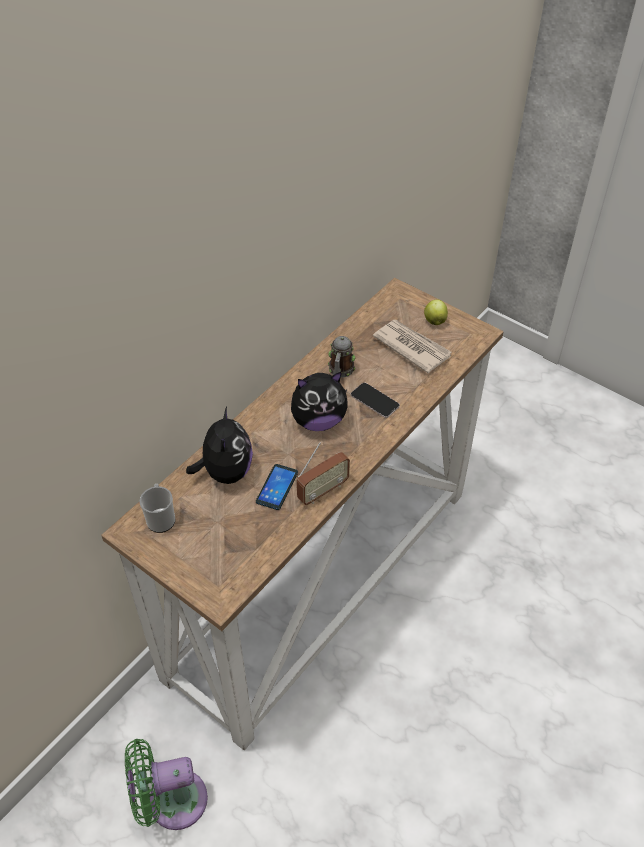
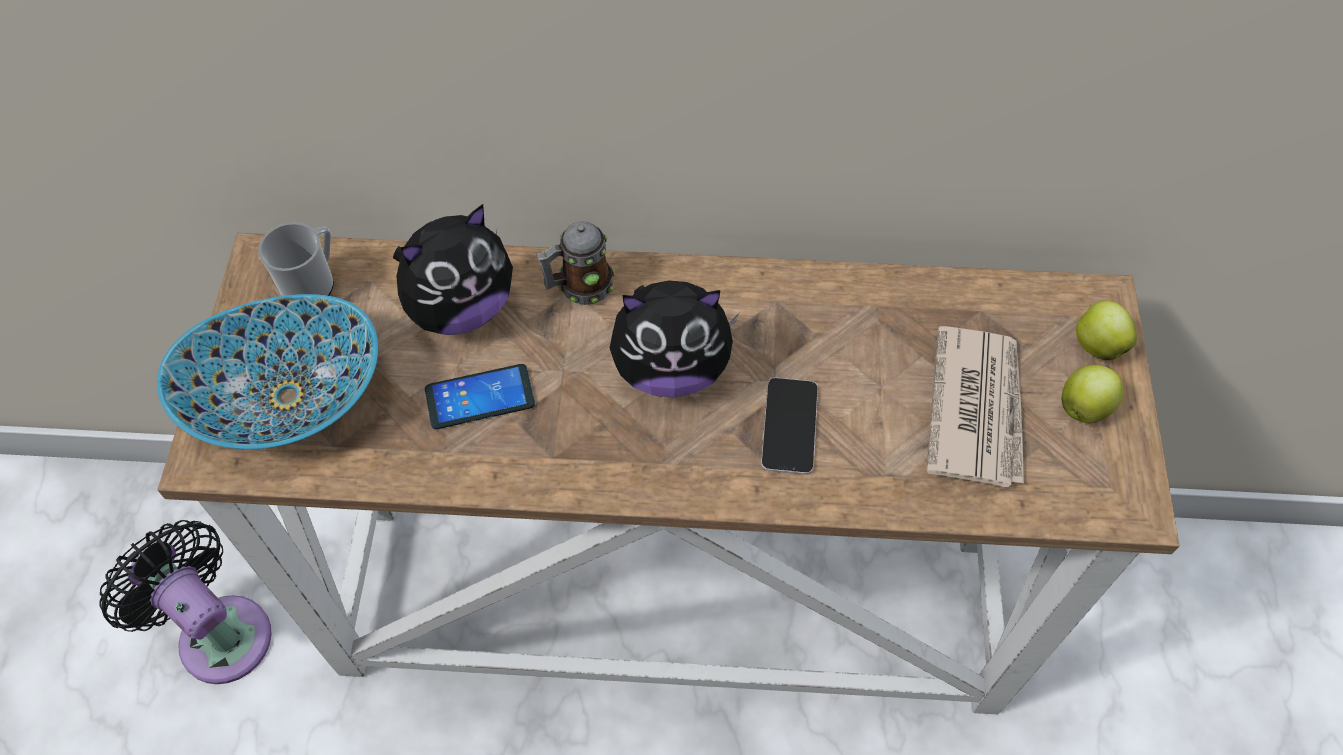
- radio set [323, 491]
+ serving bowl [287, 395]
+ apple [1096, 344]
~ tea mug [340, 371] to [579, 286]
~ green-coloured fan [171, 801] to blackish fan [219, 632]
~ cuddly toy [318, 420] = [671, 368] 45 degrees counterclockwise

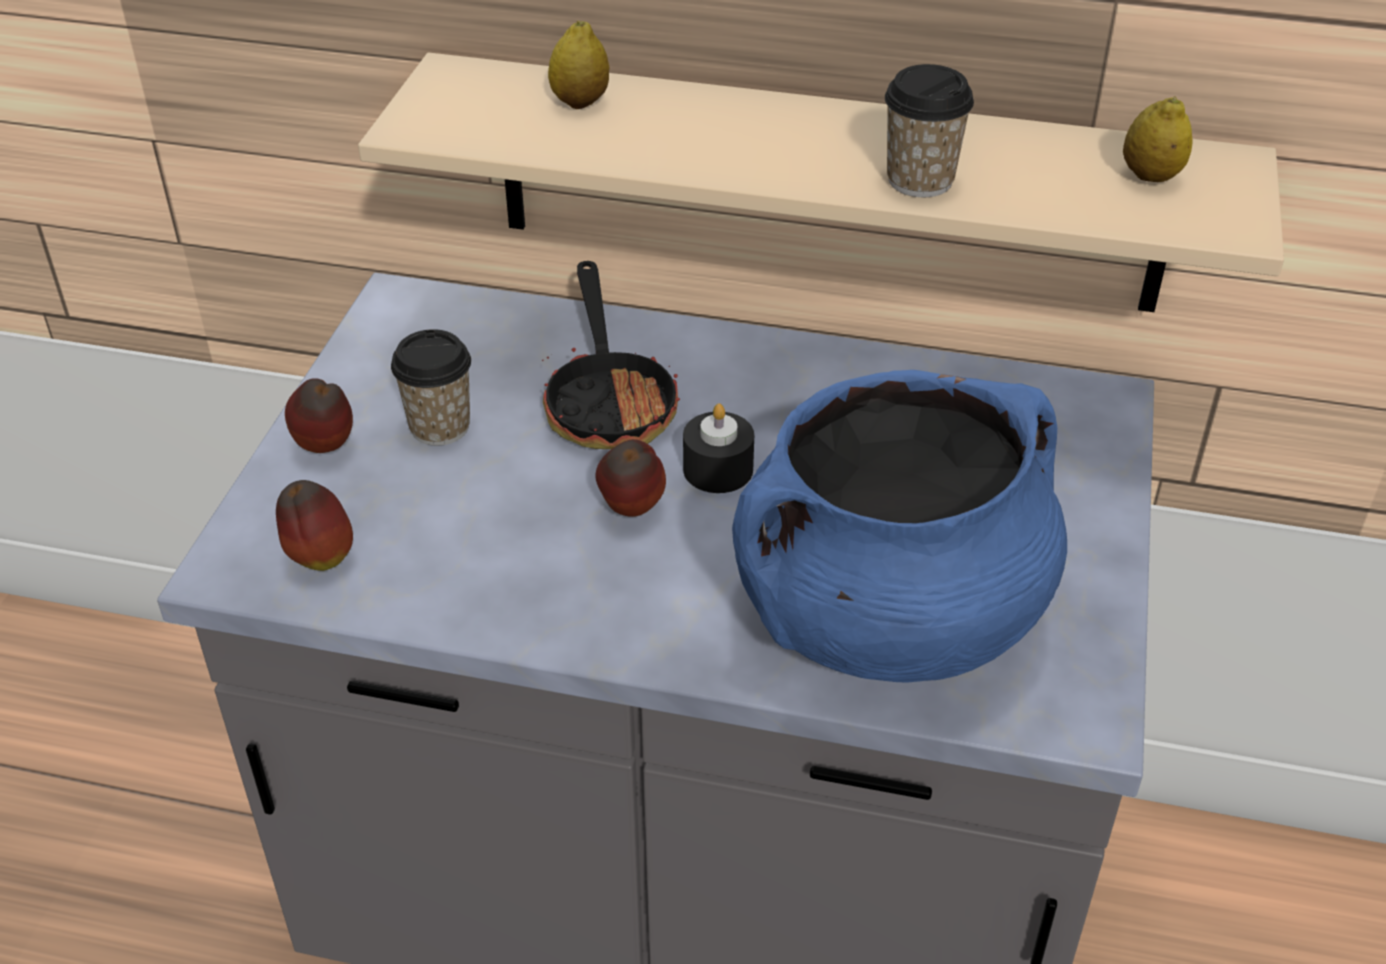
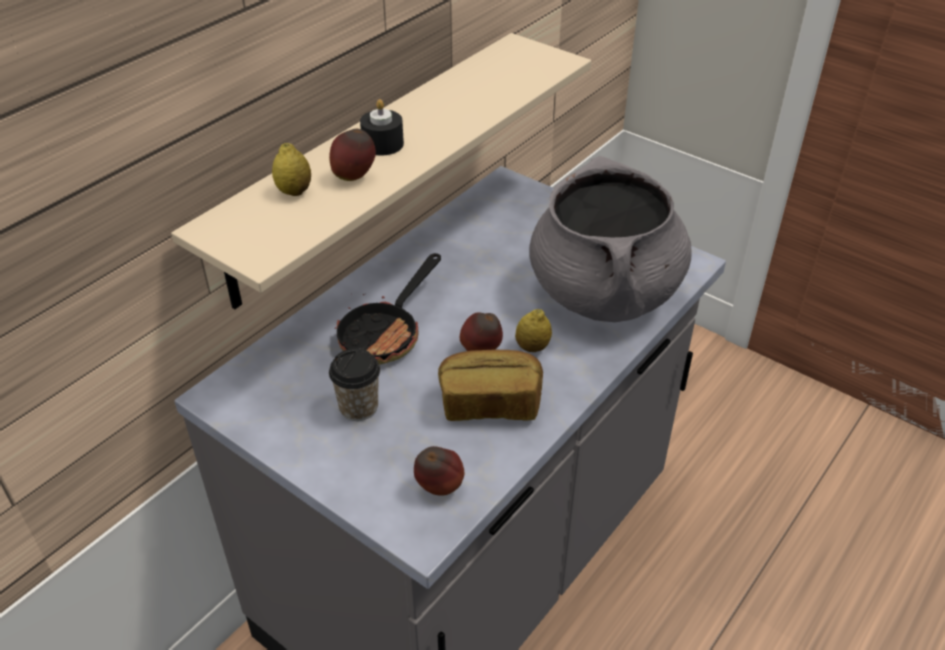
- cup [920, 180]
+ bakery bread [490, 403]
~ apple [326, 448] to [354, 177]
~ blackish wax candle [718, 469] to [382, 144]
~ lemon [1150, 177] to [532, 347]
~ blue-coloured cooking pot [887, 616] to greyish cooking pot [604, 293]
~ pan [609, 400] = [387, 333] 105 degrees clockwise

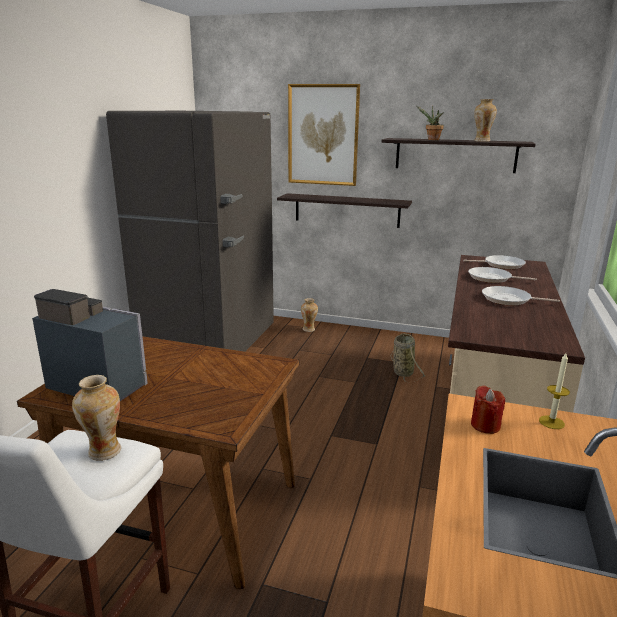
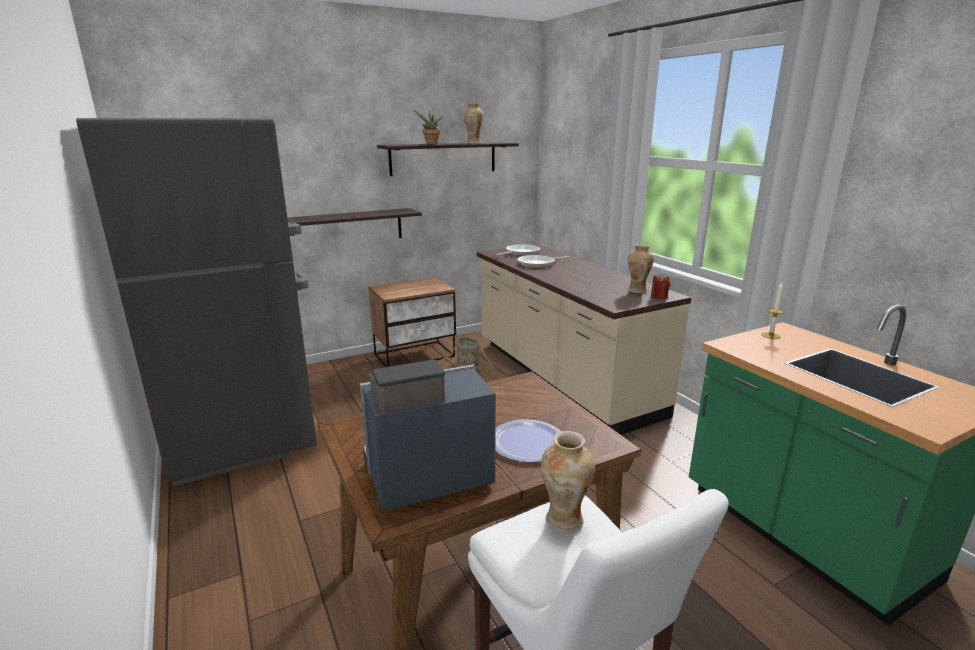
- picture [323, 135]
- pan [509, 300]
+ nightstand [416, 355]
+ plate [527, 442]
~ flower vase [309, 329] to [637, 290]
~ red-coloured wax candle [485, 425] to [659, 296]

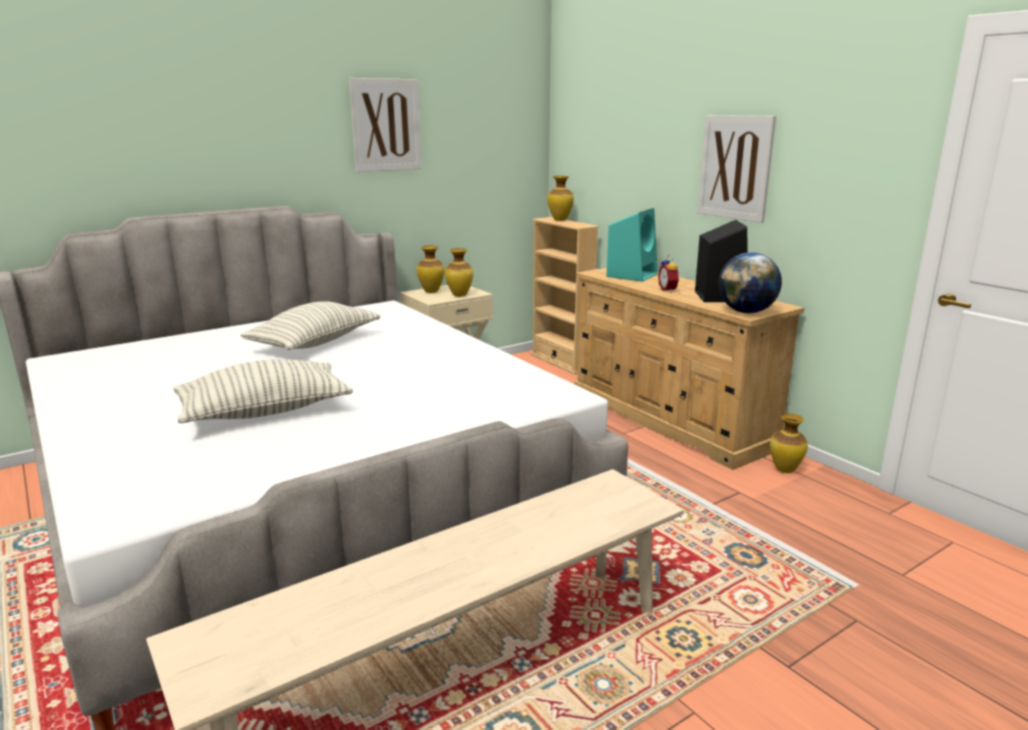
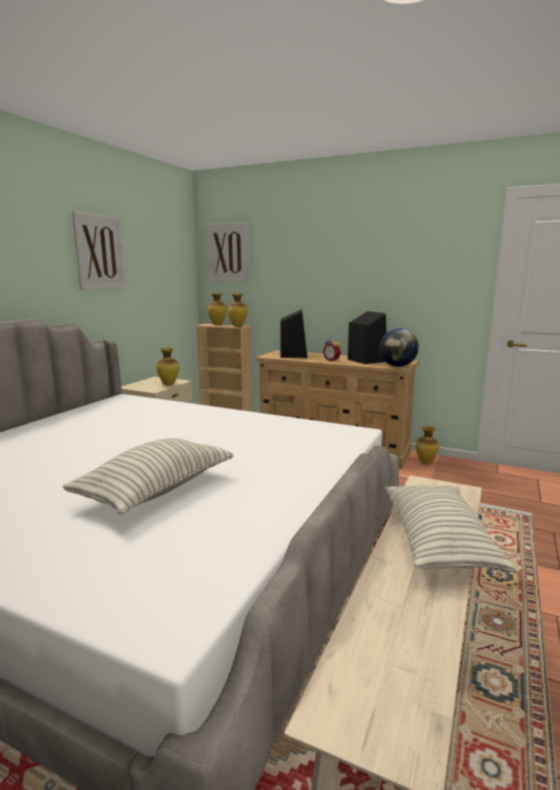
~ cushion [315, 343] to [437, 542]
~ flower vase [431, 291] to [237, 326]
~ picture [735, 167] to [228, 253]
~ turquoise speaker [632, 275] to blackish speaker [293, 355]

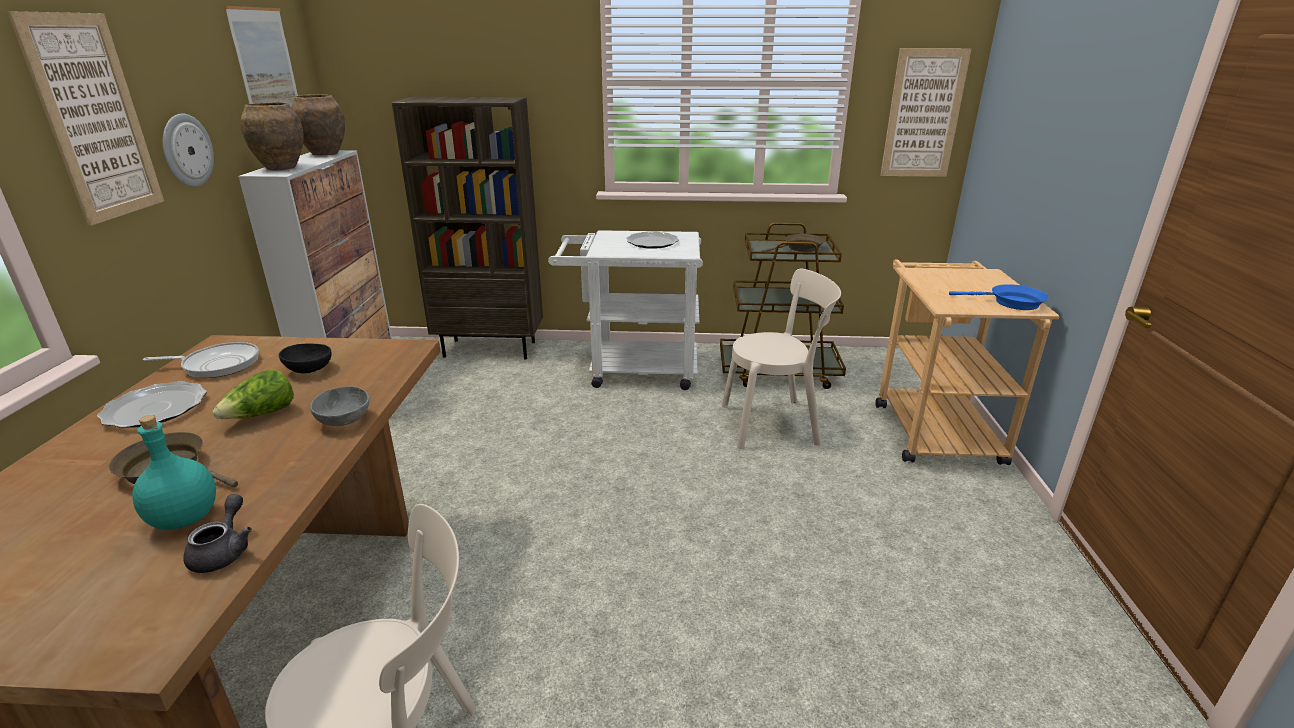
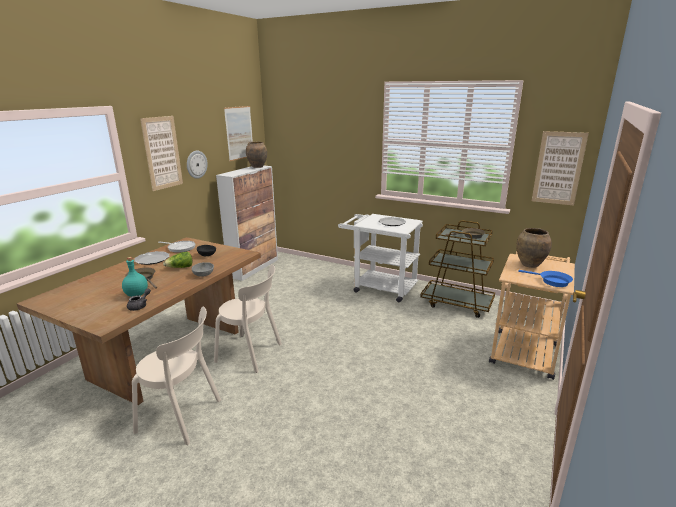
- brown-coloured shelving unit [491, 349]
~ brown-coloured flower vase [281, 168] to [529, 264]
~ beige chair [774, 424] to [251, 353]

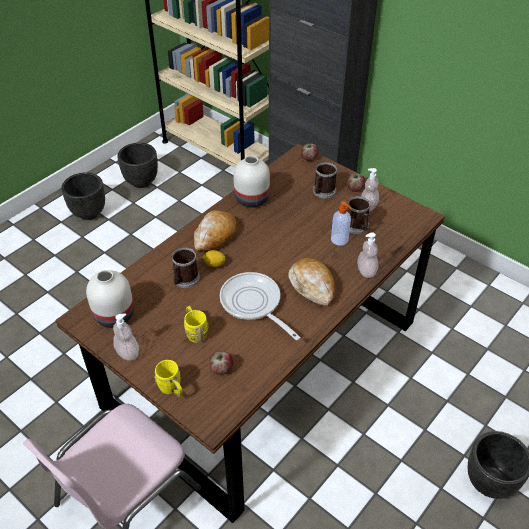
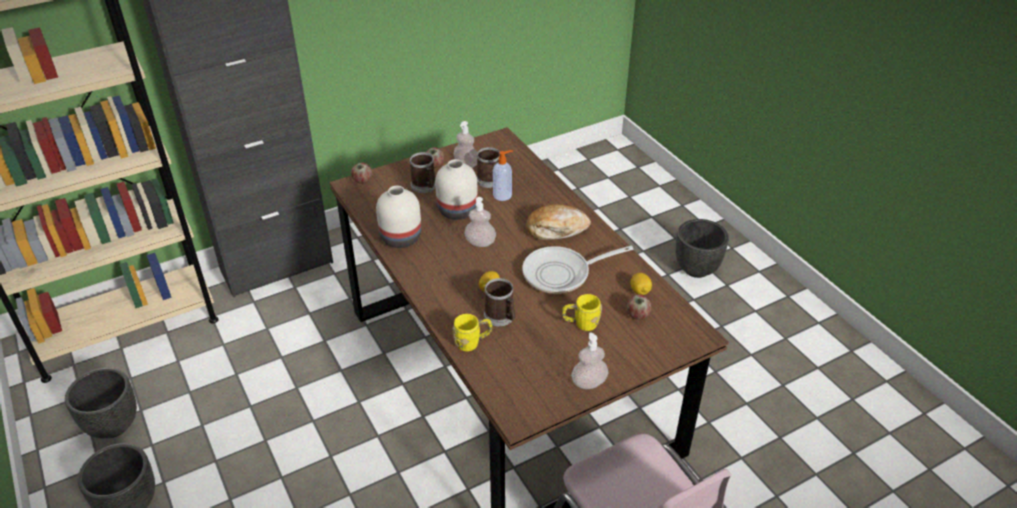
- bakery bread [215, 236]
+ lemon [640, 291]
~ white flower vase [113, 315] to [457, 211]
~ yellowish tea mug [172, 389] to [472, 342]
~ liquid soap bottle [366, 271] to [480, 242]

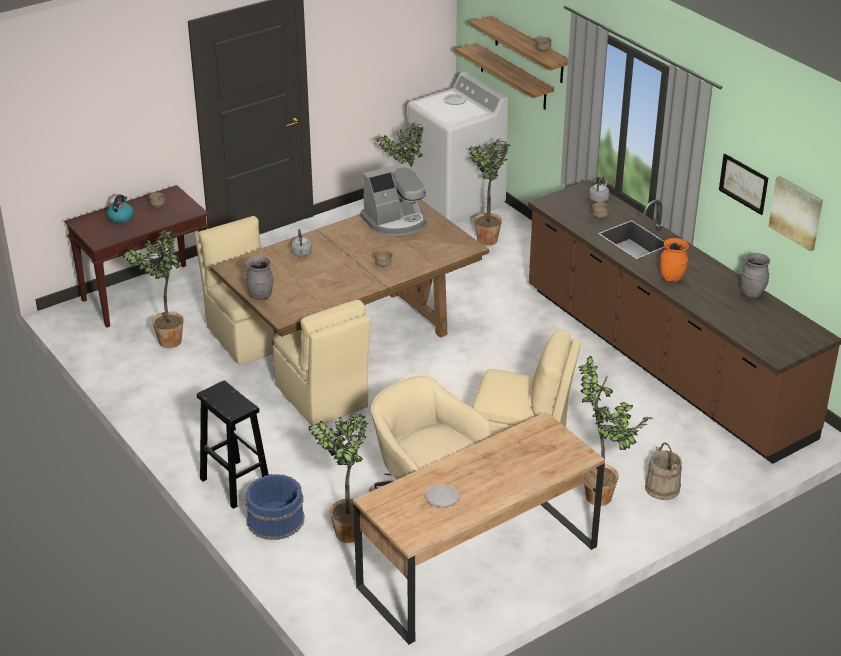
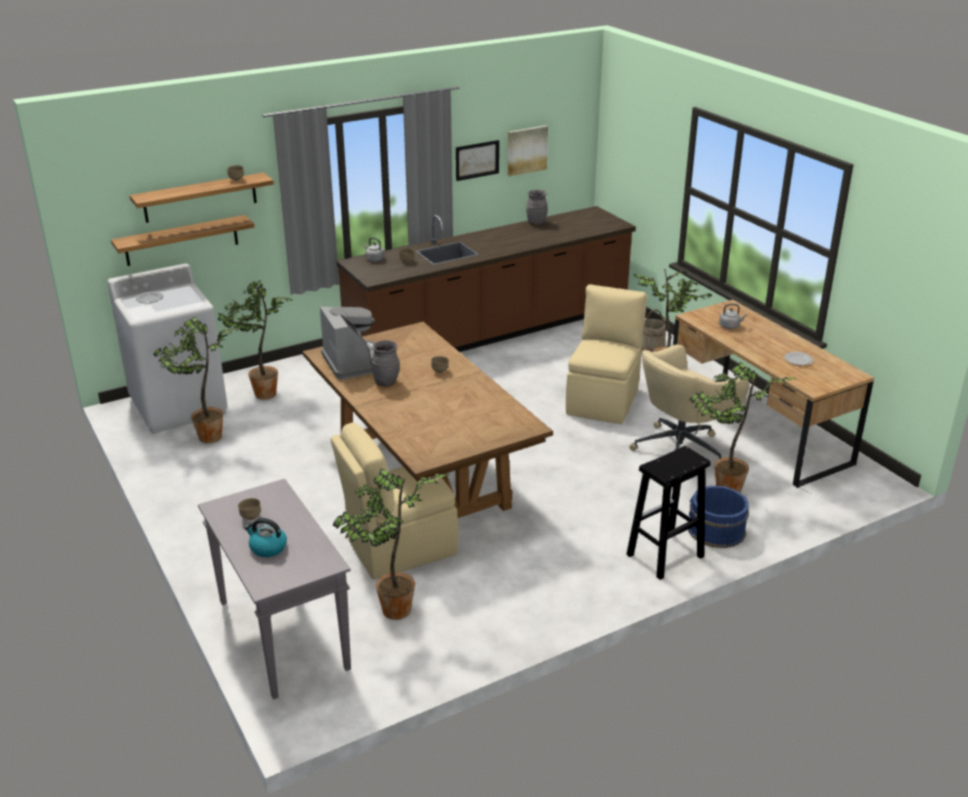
- beige chair [322, 398]
- orangey flower vase [672, 278]
~ greyish flower vase [261, 296] to [386, 382]
~ greyish kettle [301, 253] to [730, 326]
~ brown-coloured hall table [147, 295] to greyish hall table [281, 635]

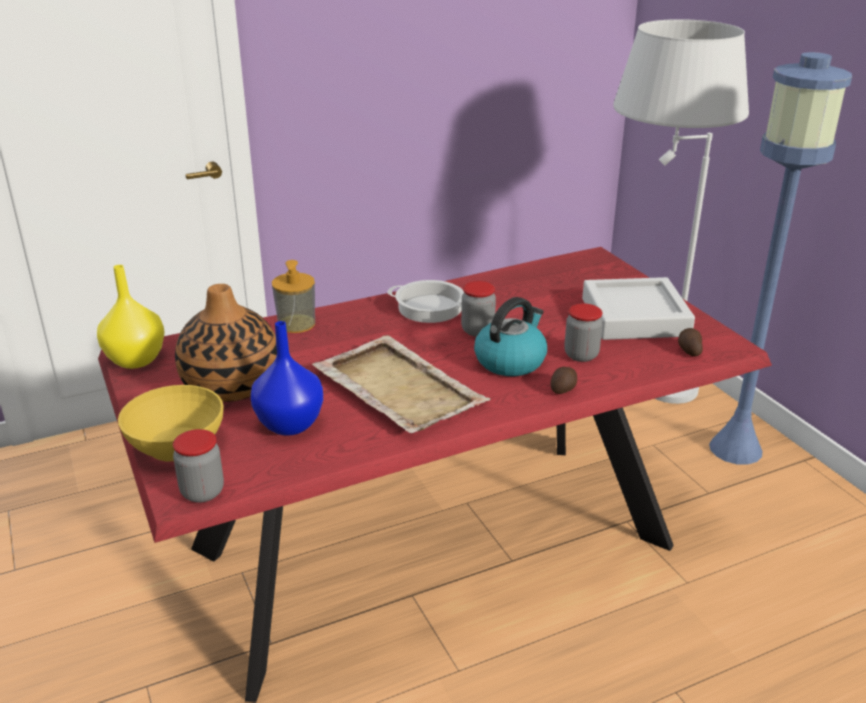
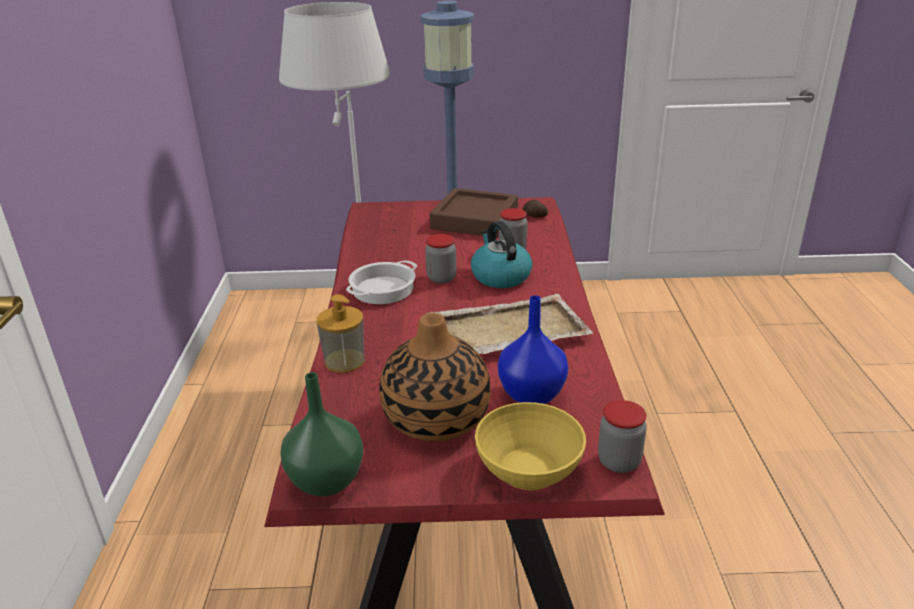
- whole potato [564, 389]
~ yellowish flower vase [136, 359] to green-coloured flower vase [325, 480]
~ greyish tray [635, 317] to brown-coloured tray [474, 219]

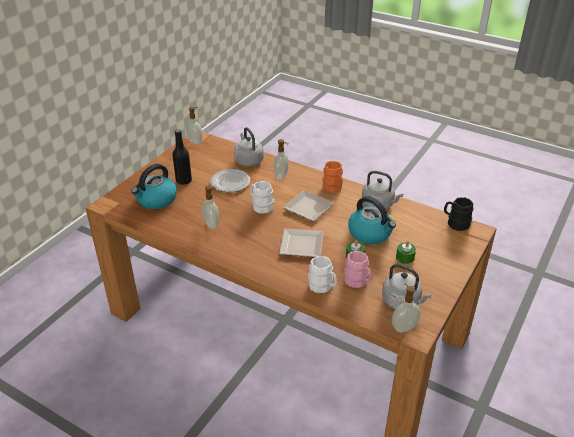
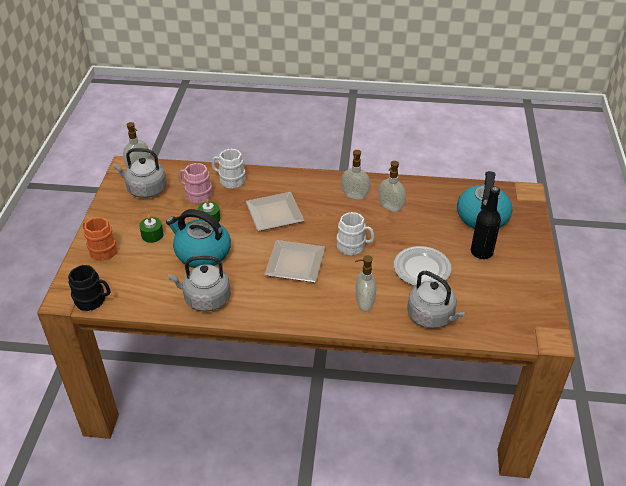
~ liquid soap bottle [195, 141] to [354, 196]
~ orangey tea mug [333, 188] to [100, 249]

